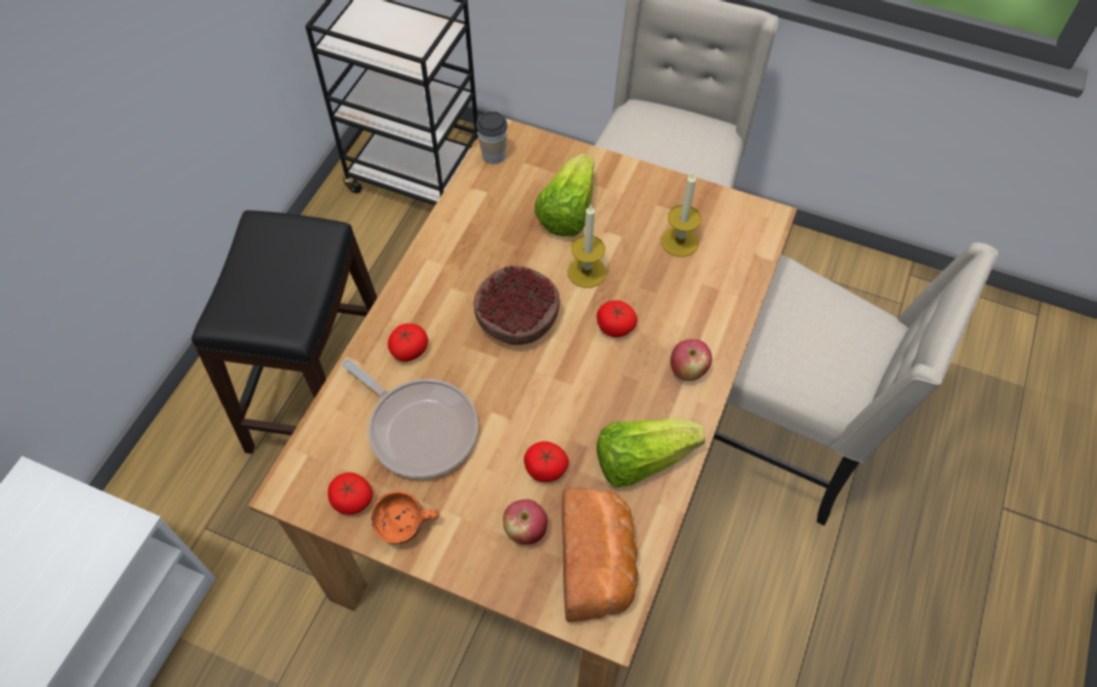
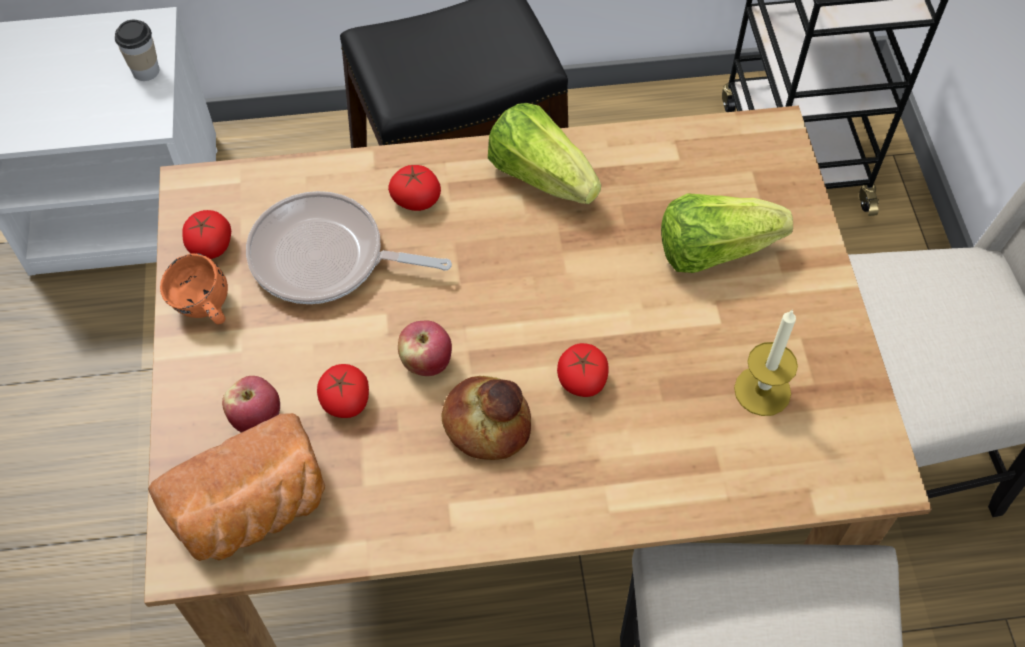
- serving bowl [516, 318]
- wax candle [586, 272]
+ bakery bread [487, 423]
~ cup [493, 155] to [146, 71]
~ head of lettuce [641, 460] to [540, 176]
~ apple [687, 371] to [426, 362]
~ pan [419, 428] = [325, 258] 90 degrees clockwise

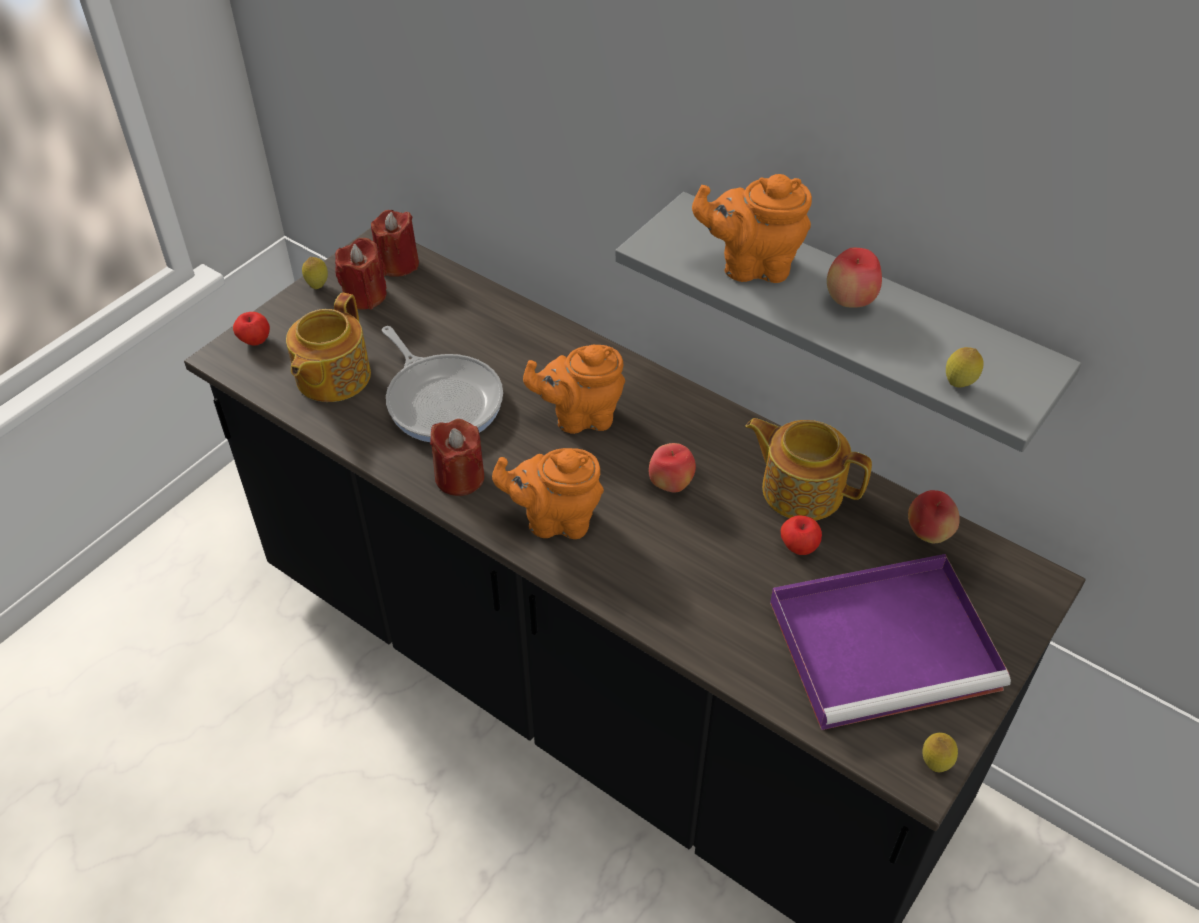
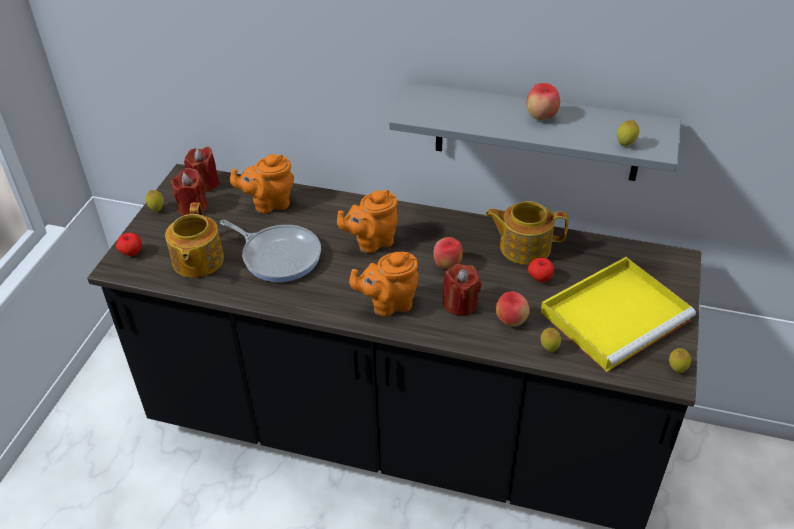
+ lemon [549, 349]
~ red-coloured wax candle [459, 477] to [460, 304]
~ orangey tea pot [752, 266] to [269, 204]
~ apple [928, 534] to [511, 321]
~ purple tray [887, 643] to yellowish tray [616, 315]

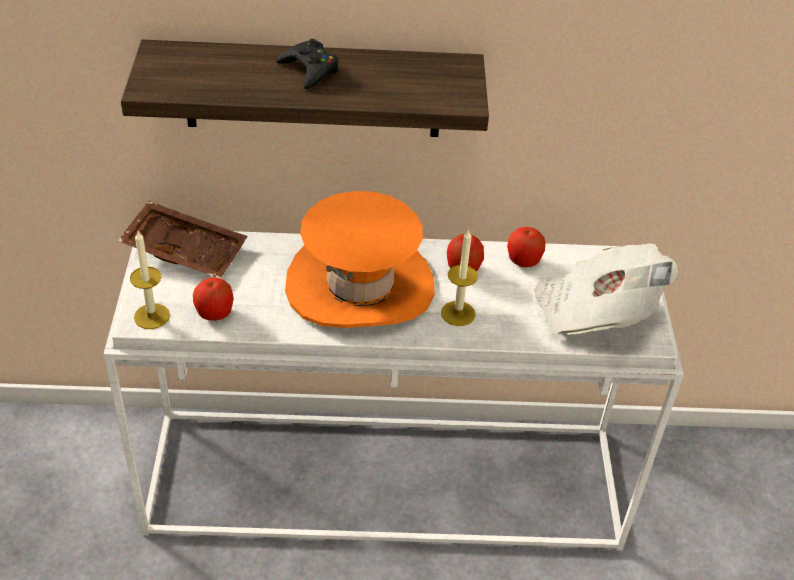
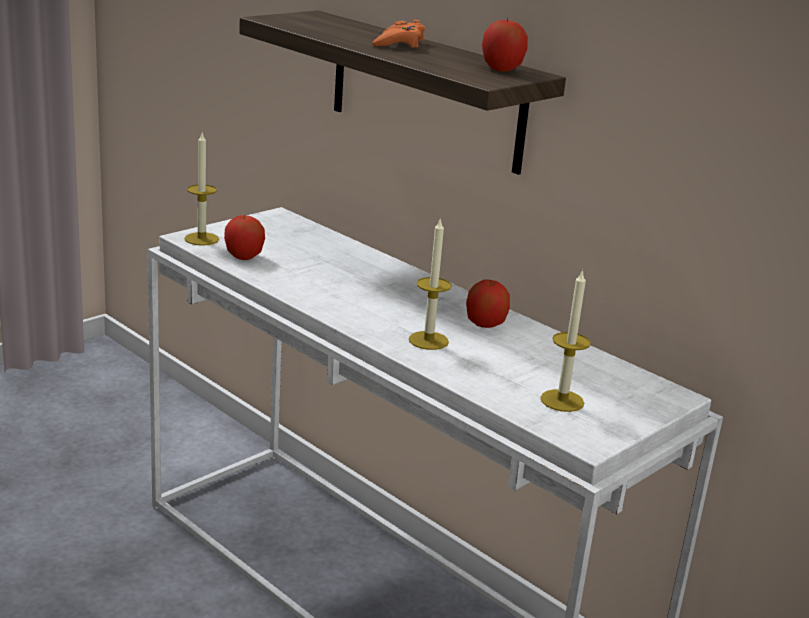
- brown-coloured tray [186, 249]
- orangey clothing hat [360, 285]
~ apple [523, 261] to [502, 69]
~ printed paper [595, 312] to wax candle [562, 400]
~ blackish gamepad [310, 70] to orangey gamepad [399, 43]

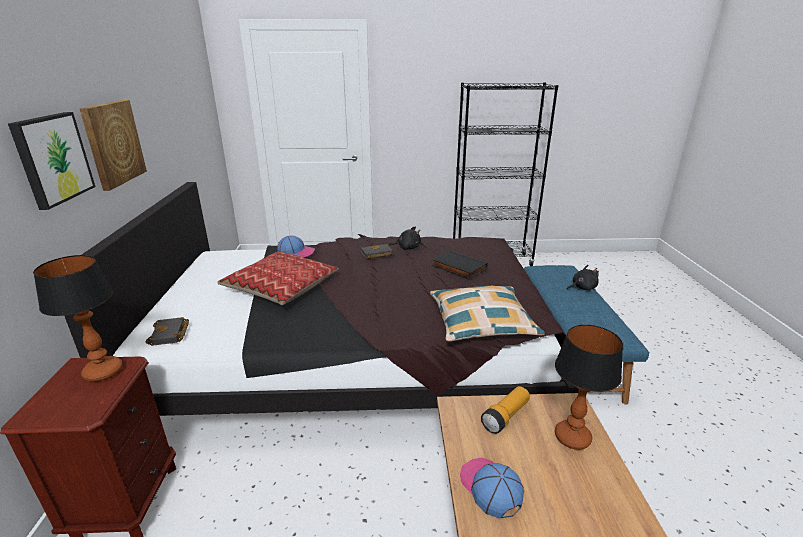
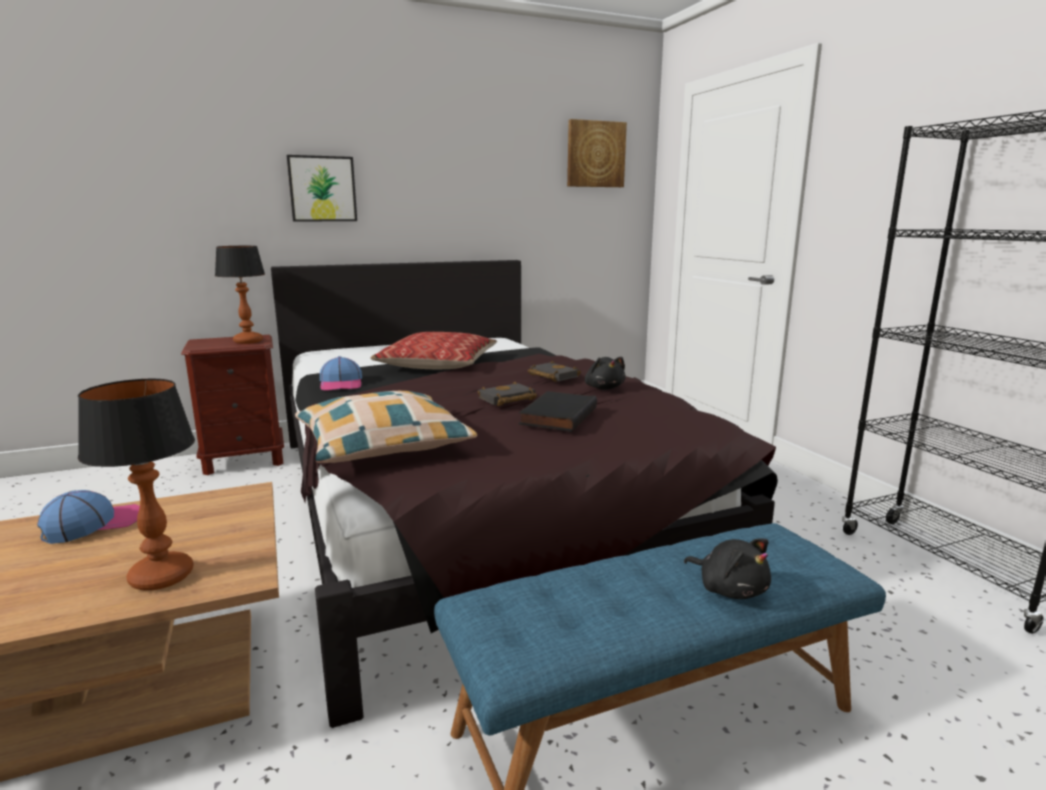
- torch [505, 416]
~ picture [113, 143] to [595, 154]
~ blackish volume [170, 334] to [506, 399]
~ cap [296, 252] to [341, 384]

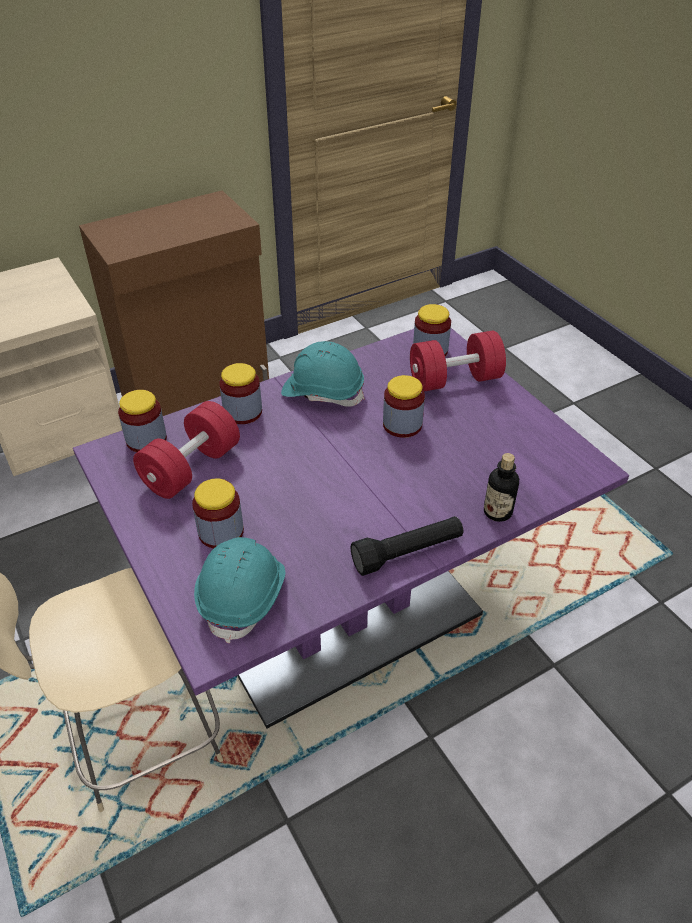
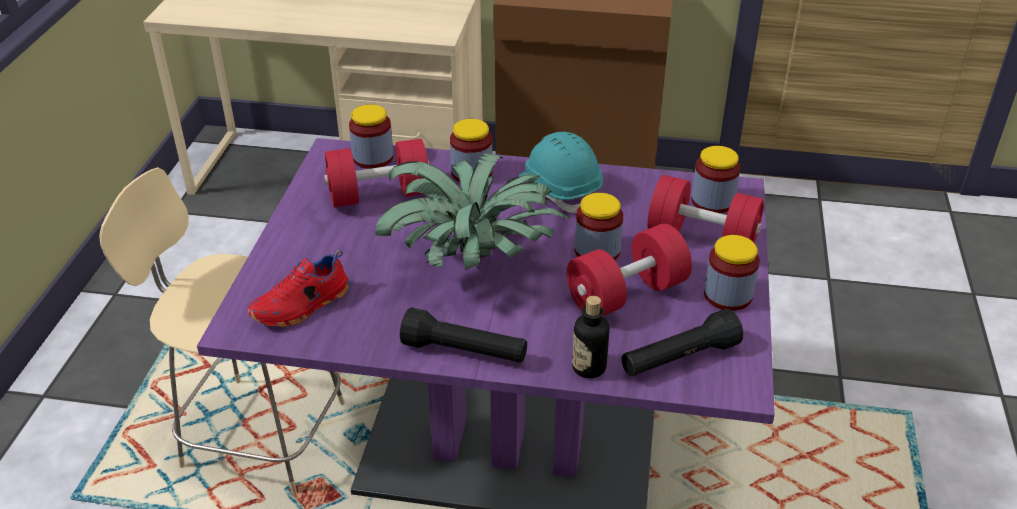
+ potted plant [472, 262]
+ red-coloured free weight [627, 294]
+ blackish torch [679, 359]
~ jar [221, 532] to [728, 295]
~ turquoise hard hat [244, 596] to red-coloured item of footwear [302, 307]

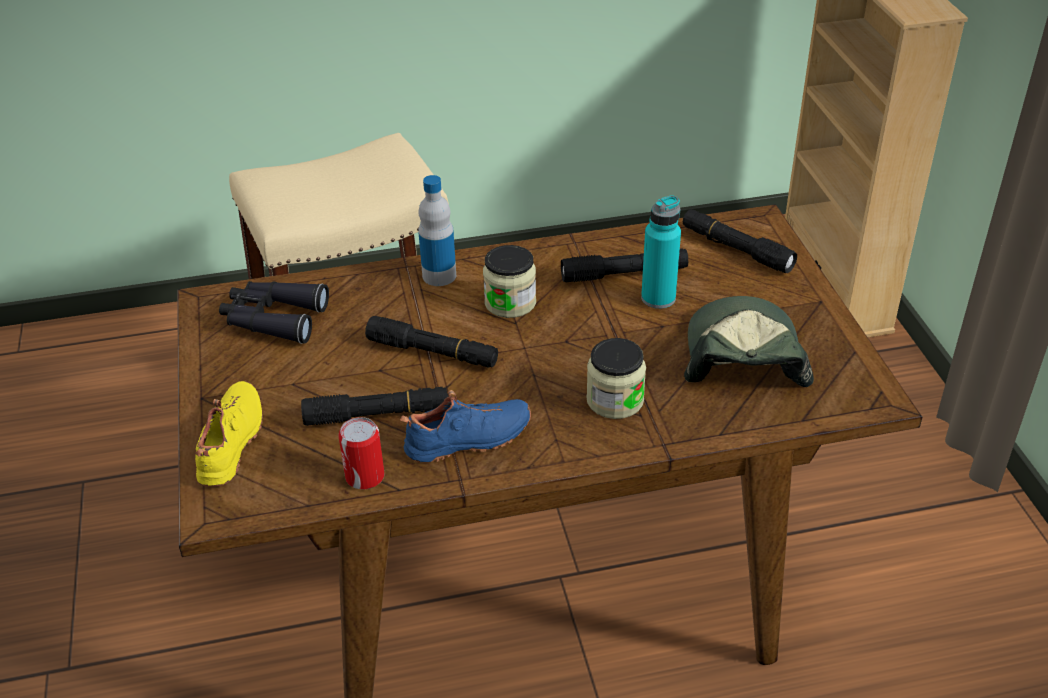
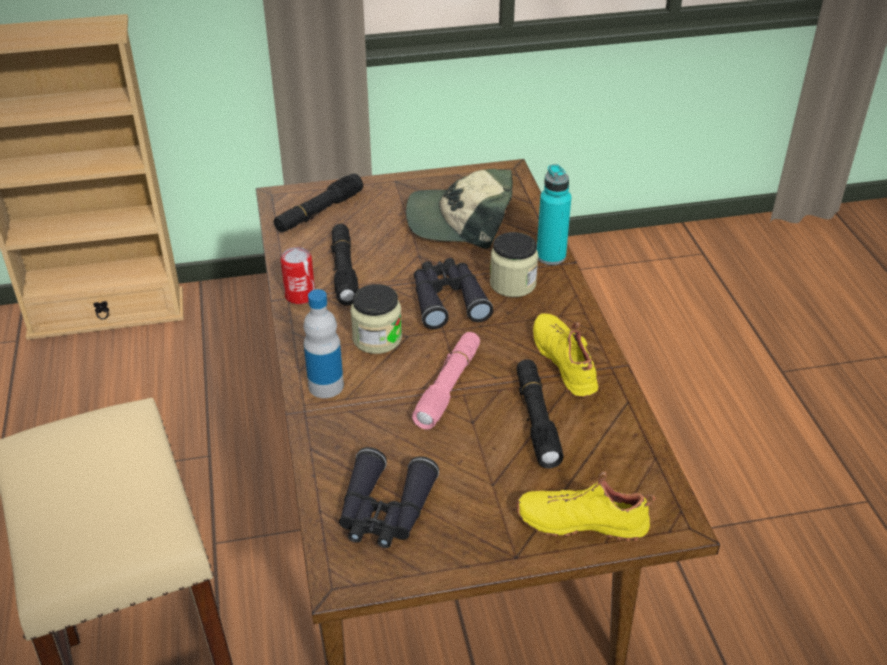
+ blackish field glasses [447, 300]
~ metal can [365, 476] to [300, 296]
~ turquoise beverage bottle [658, 298] to [551, 256]
~ blackish torch [433, 353] to pink torch [448, 387]
~ blue-coloured item of footwear [469, 441] to yellowish item of footwear [566, 362]

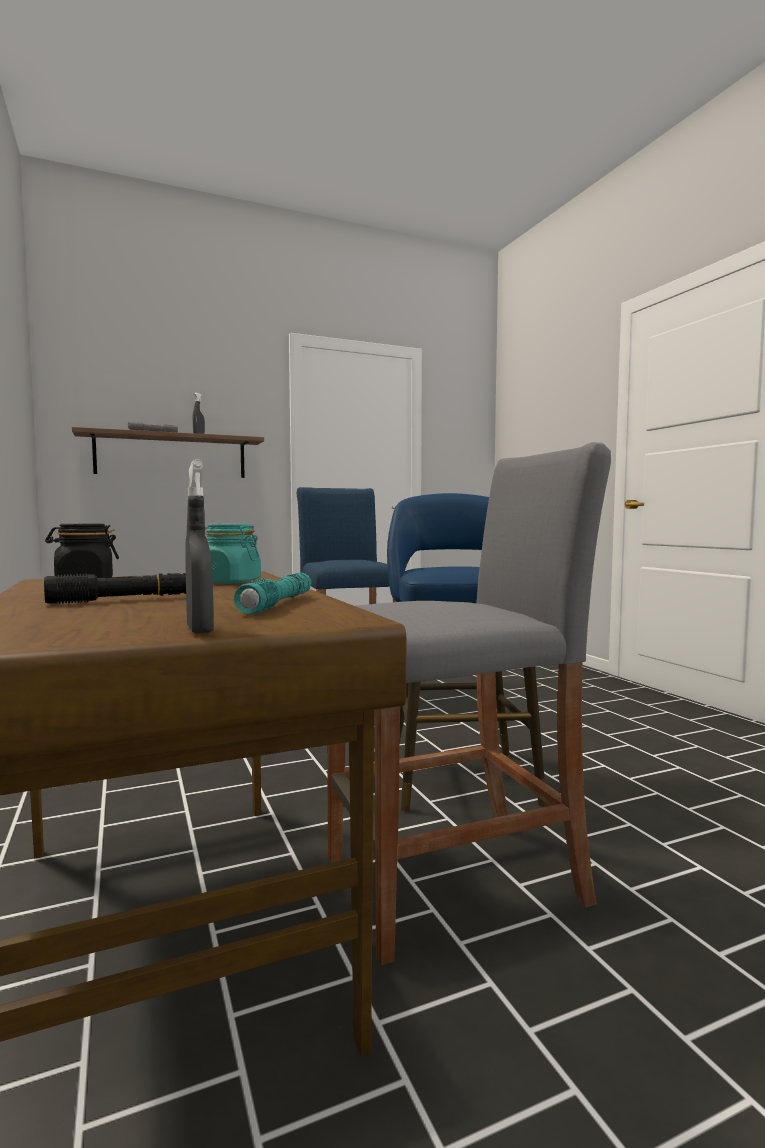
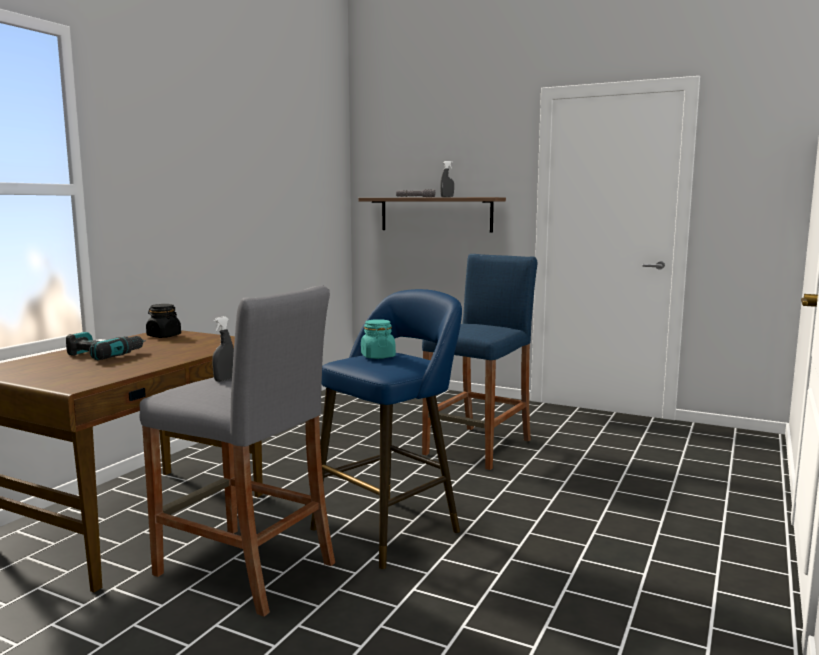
- turquoise torch [278, 604]
~ greyish sprayer [200, 630] to [224, 379]
~ turquoise jar [229, 582] to [377, 356]
~ blackish torch [125, 600] to drill [104, 355]

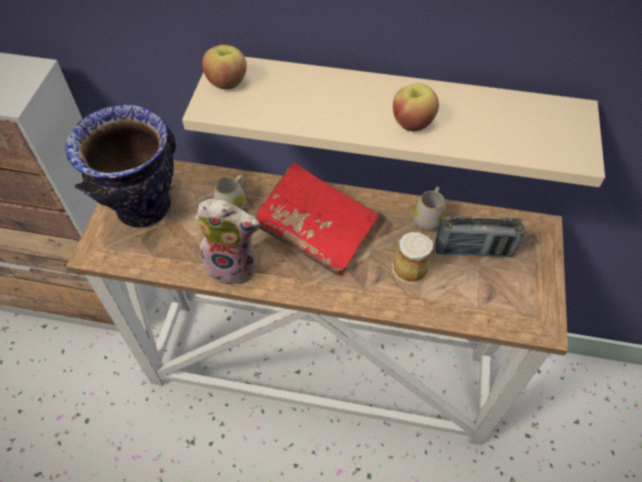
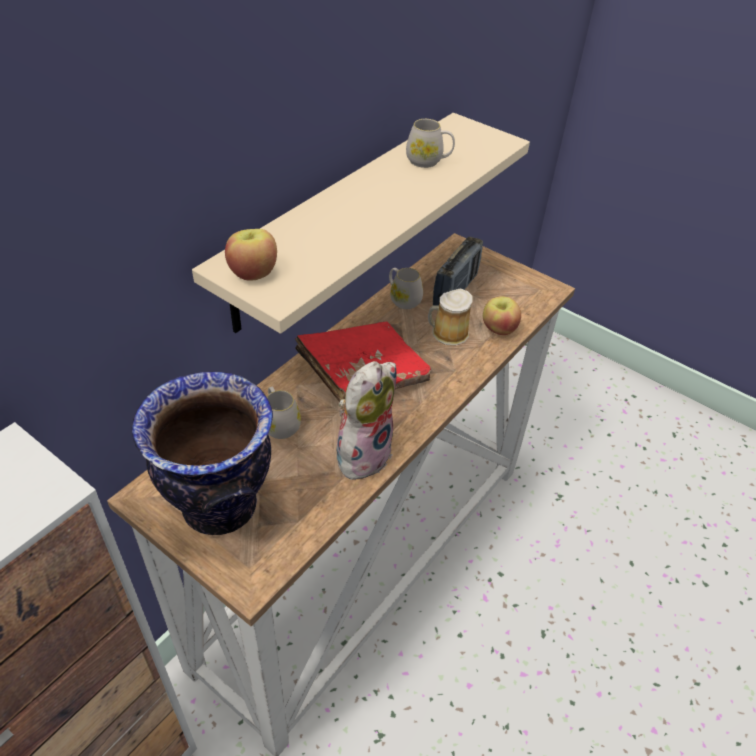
+ white tea mug [428, 161]
~ apple [412, 122] to [498, 329]

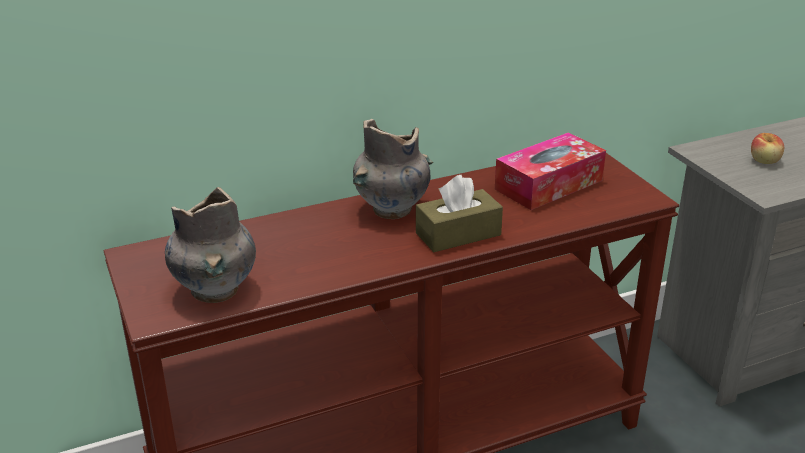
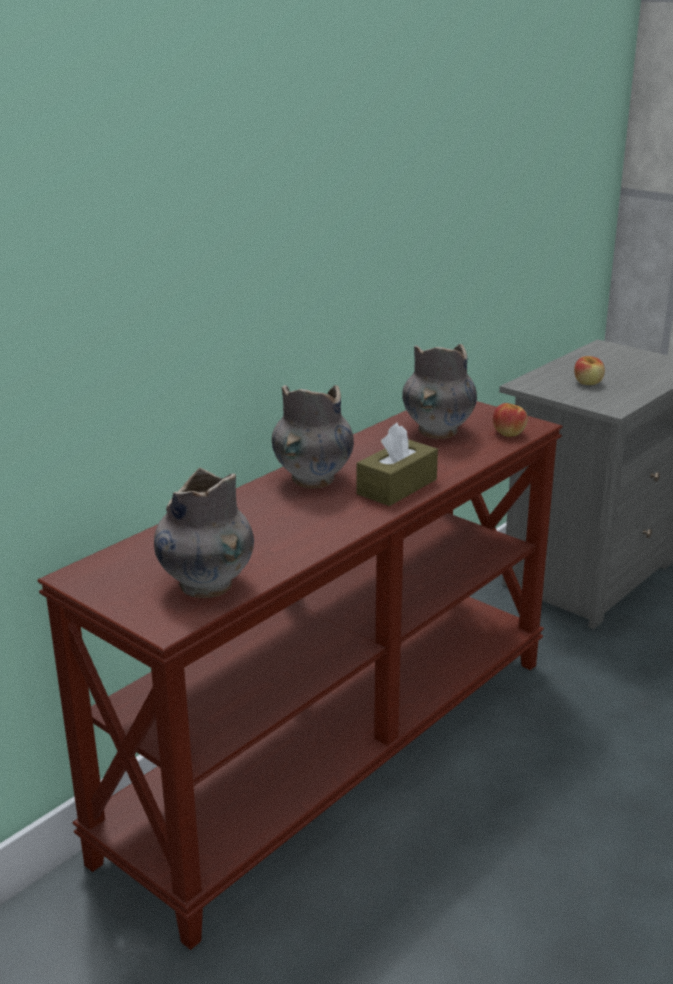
+ apple [508, 433]
~ box of tissues [548, 185] to greyish flower vase [438, 431]

